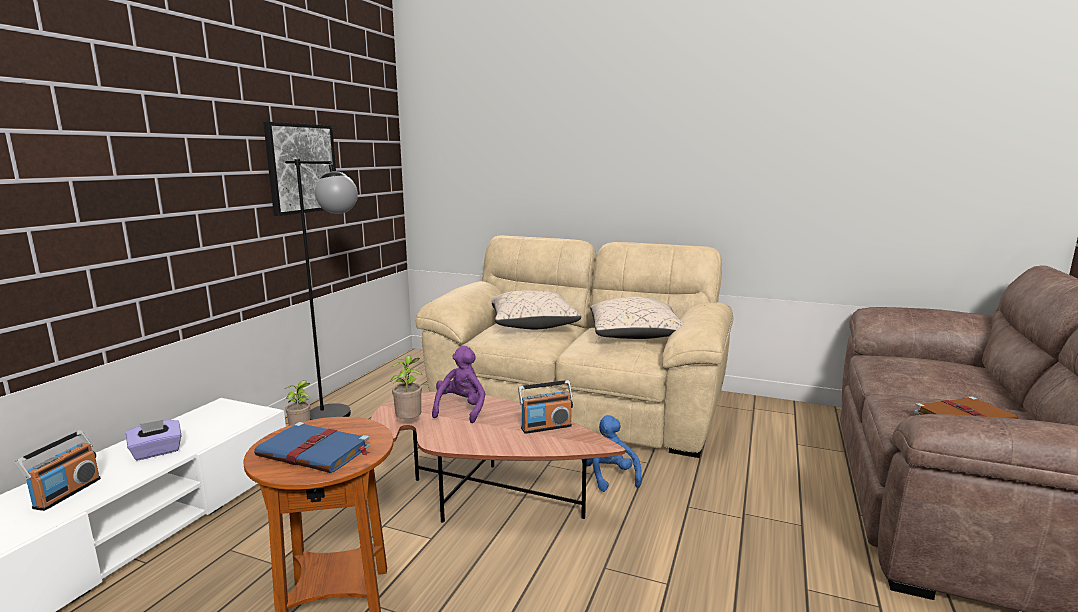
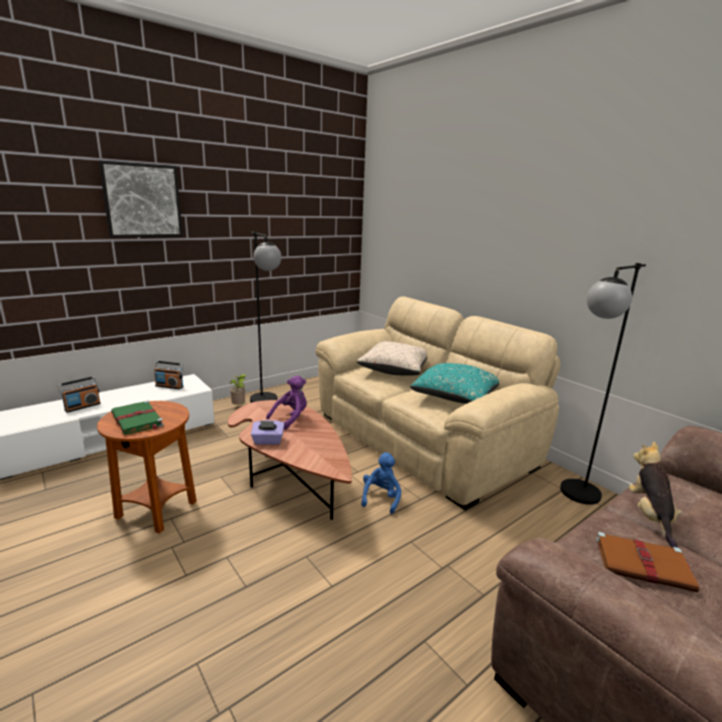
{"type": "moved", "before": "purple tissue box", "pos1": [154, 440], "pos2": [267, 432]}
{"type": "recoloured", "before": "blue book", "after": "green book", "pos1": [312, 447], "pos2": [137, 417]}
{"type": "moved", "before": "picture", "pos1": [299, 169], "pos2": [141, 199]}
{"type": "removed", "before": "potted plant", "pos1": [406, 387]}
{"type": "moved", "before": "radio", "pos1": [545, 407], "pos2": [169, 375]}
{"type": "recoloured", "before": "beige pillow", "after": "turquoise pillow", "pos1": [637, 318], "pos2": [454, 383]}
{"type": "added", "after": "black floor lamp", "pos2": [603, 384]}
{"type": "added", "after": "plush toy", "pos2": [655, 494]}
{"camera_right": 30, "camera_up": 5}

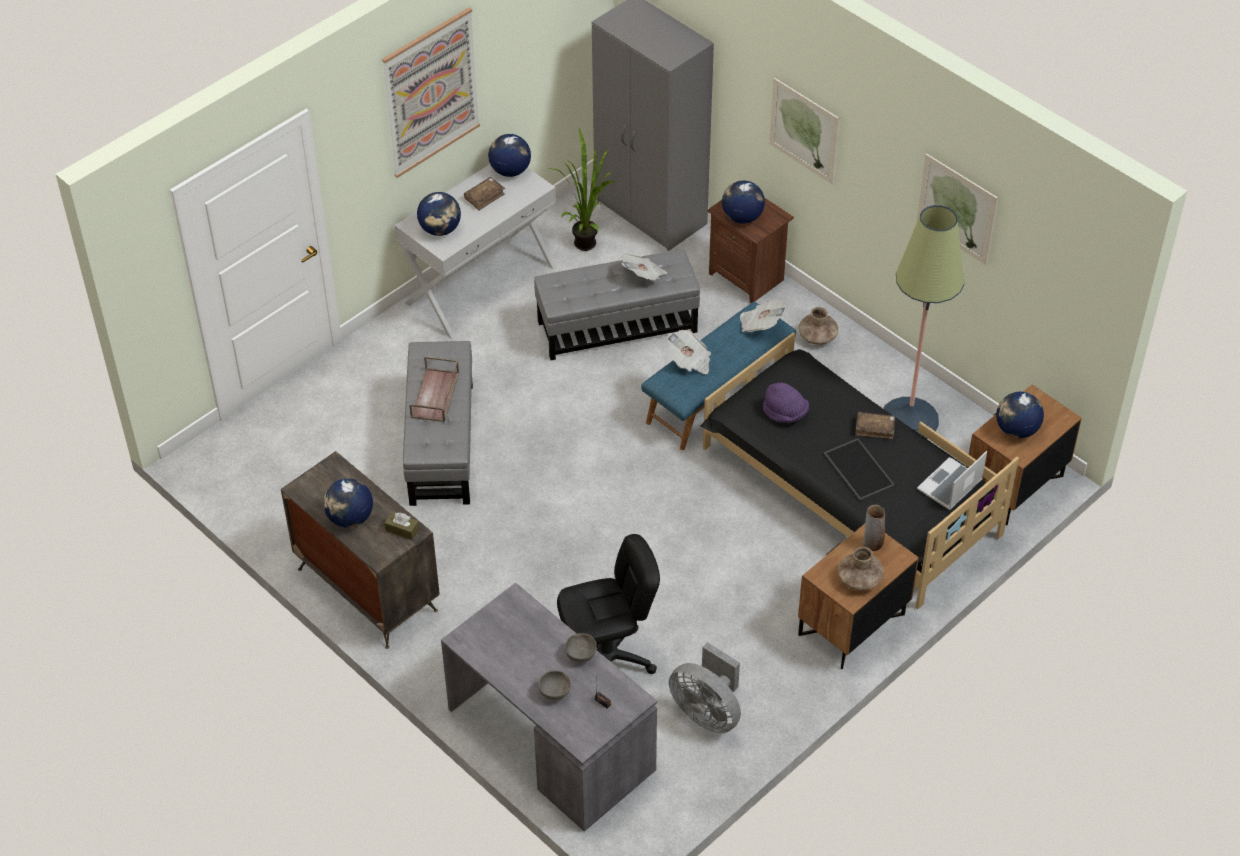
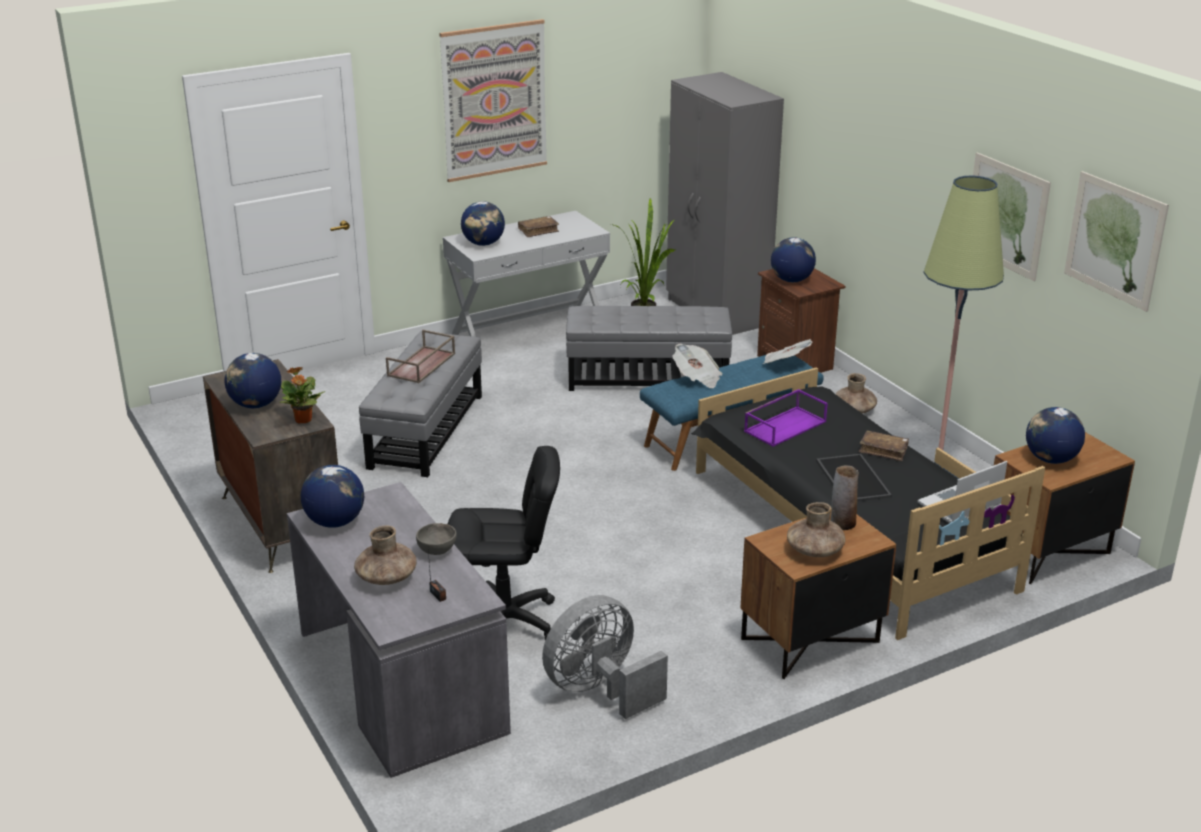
{"type": "replaced", "before": "brown tissue box", "after": "potted plant", "pos1": [402, 526], "pos2": [302, 395]}
{"type": "moved", "before": "globe", "pos1": [509, 155], "pos2": [332, 496]}
{"type": "replaced", "before": "grey bowl", "after": "brown vase", "pos1": [554, 685], "pos2": [385, 555]}
{"type": "removed", "before": "newspaper", "pos1": [644, 267]}
{"type": "turned", "before": "grey fan", "pos1": [705, 687], "pos2": [605, 657], "turn": 90}
{"type": "replaced", "before": "purple hat", "after": "purple tray", "pos1": [786, 402], "pos2": [786, 418]}
{"type": "moved", "before": "picture", "pos1": [804, 131], "pos2": [1116, 241]}
{"camera_right": 15, "camera_up": -20}

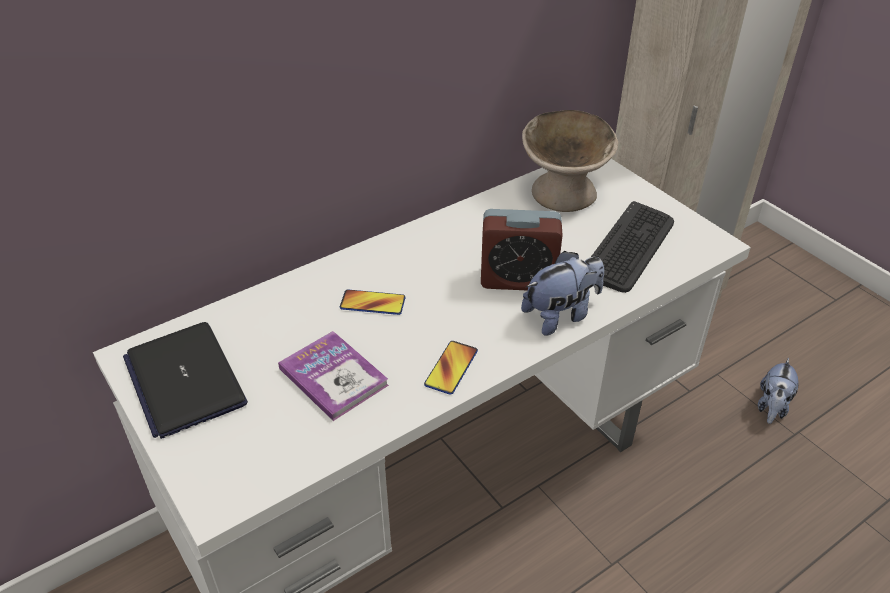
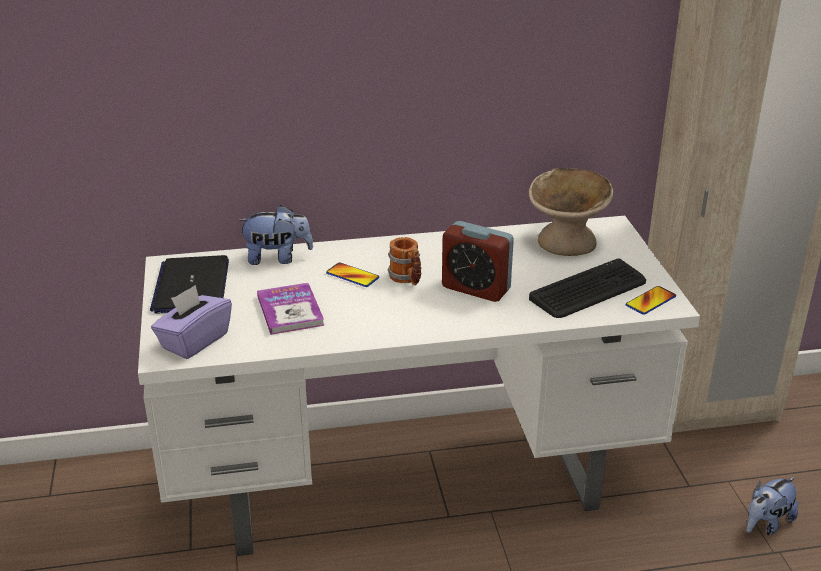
{"type": "moved", "before": "phone", "pos1": [451, 368], "pos2": [651, 300]}
{"type": "moved", "before": "plush toy", "pos1": [562, 293], "pos2": [275, 235]}
{"type": "added", "after": "purple tissue box", "pos2": [191, 322]}
{"type": "added", "after": "mug", "pos2": [405, 261]}
{"camera_right": 25, "camera_up": -10}

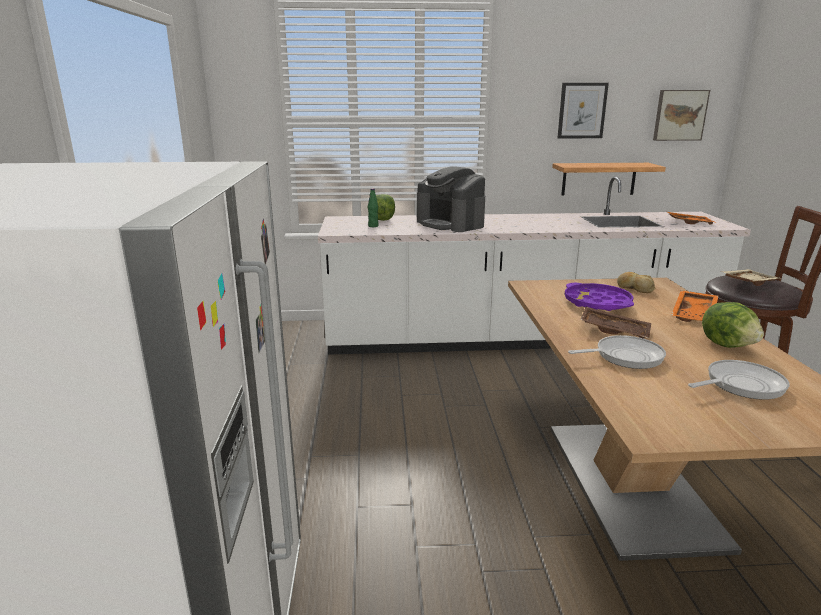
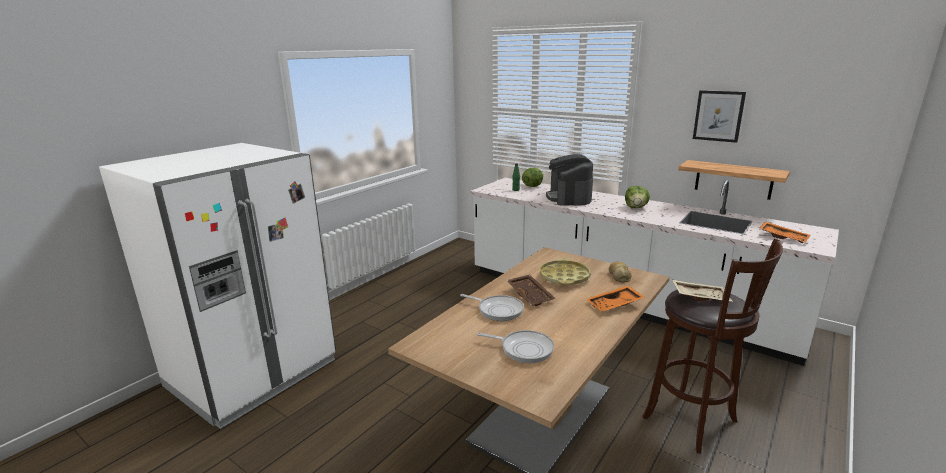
{"type": "recoloured", "before": "purple tray", "after": "yellow tray", "pos1": [599, 297], "pos2": [565, 271]}
{"type": "removed", "before": "picture", "pos1": [681, 115]}
{"type": "moved", "before": "lettuce", "pos1": [733, 325], "pos2": [637, 197]}
{"camera_right": 40, "camera_up": 0}

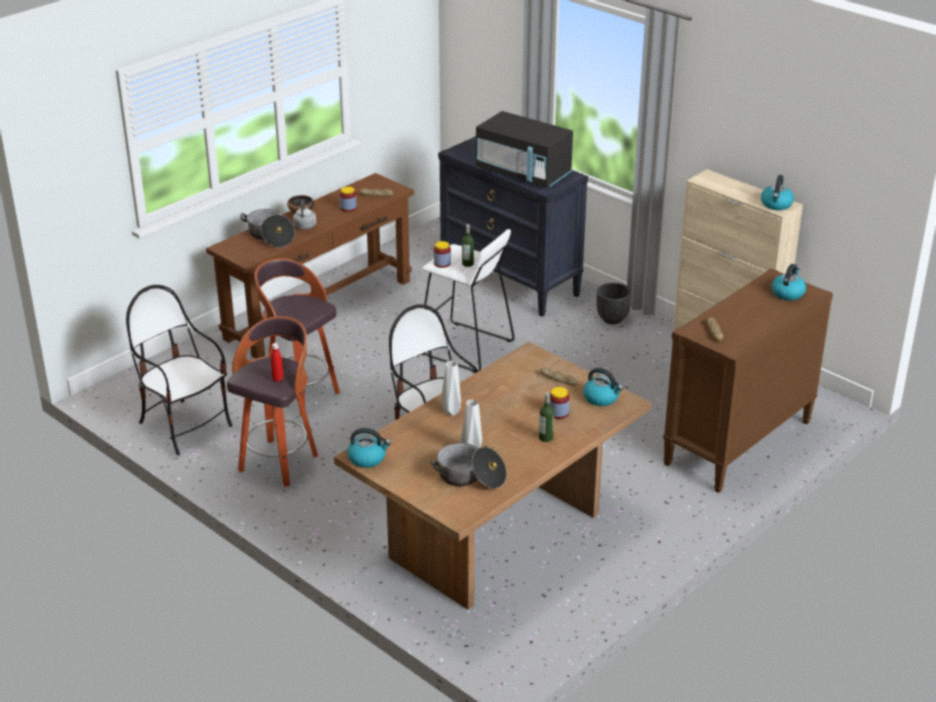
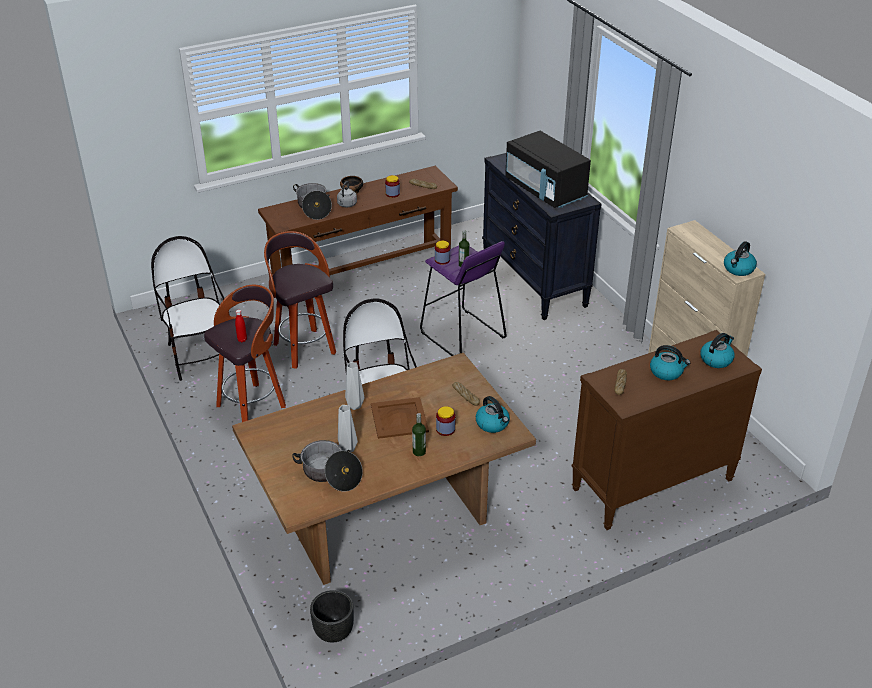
{"type": "moved", "before": "kettle", "pos1": [369, 448], "pos2": [670, 362]}
{"type": "recoloured", "before": "white stool", "after": "purple stool", "pos1": [468, 301], "pos2": [463, 298]}
{"type": "moved", "before": "black planter", "pos1": [614, 303], "pos2": [332, 616]}
{"type": "added", "after": "brown tray", "pos2": [400, 418]}
{"camera_right": 20, "camera_up": 5}

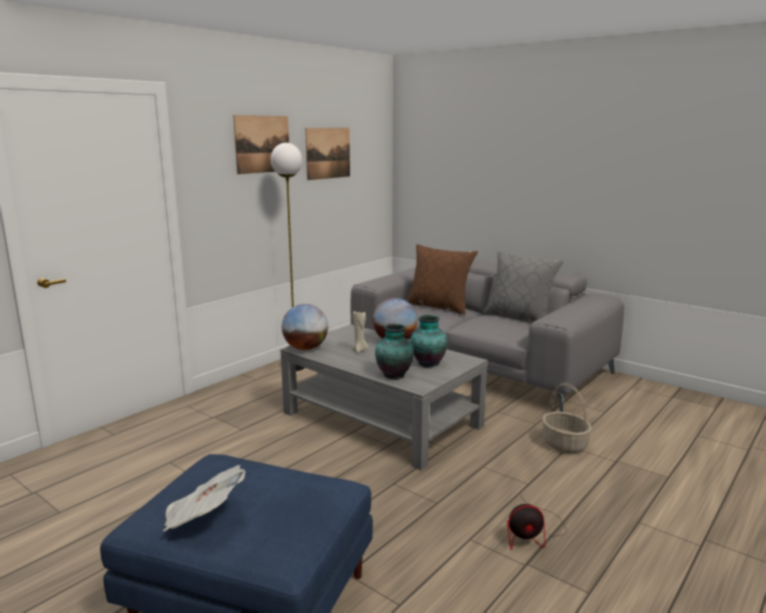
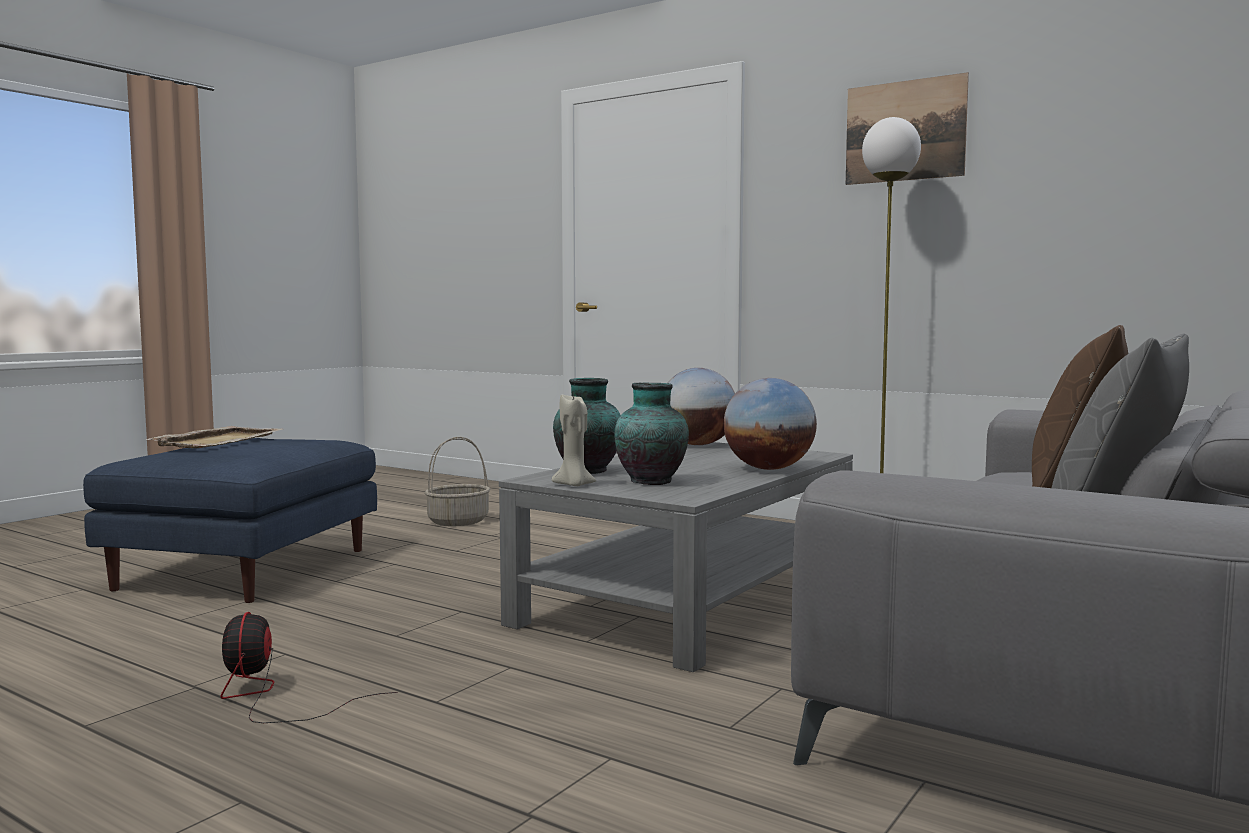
{"type": "replaced", "before": "newspaper", "after": "beige tray", "pos1": [204, 498], "pos2": [213, 437]}
{"type": "removed", "before": "picture", "pos1": [327, 154]}
{"type": "moved", "before": "beige candle", "pos1": [360, 331], "pos2": [574, 440]}
{"type": "moved", "before": "basket", "pos1": [567, 418], "pos2": [457, 481]}
{"camera_right": 85, "camera_up": -10}

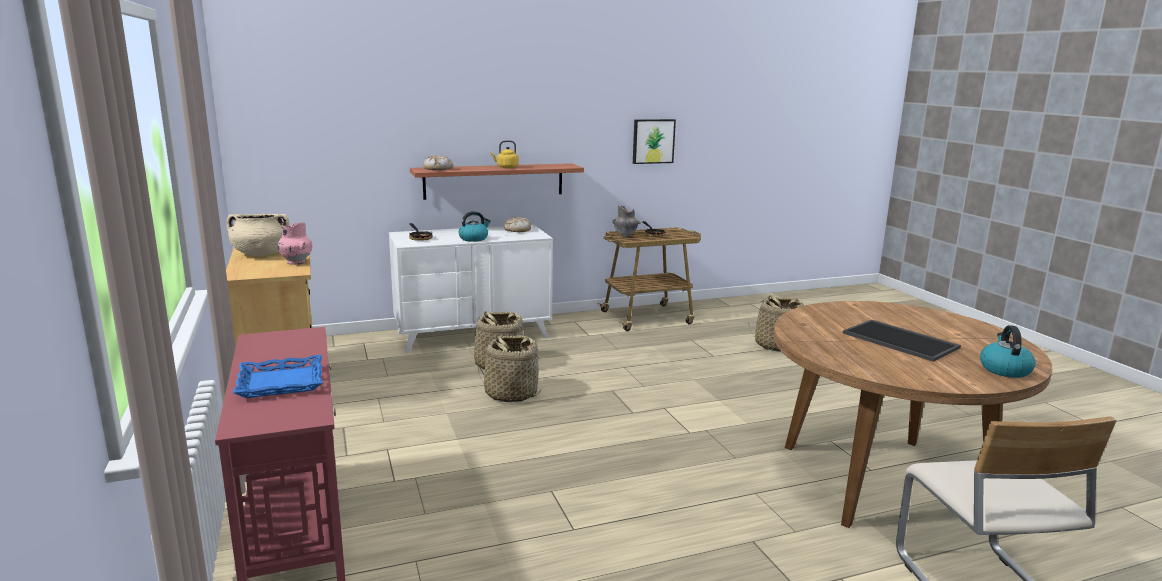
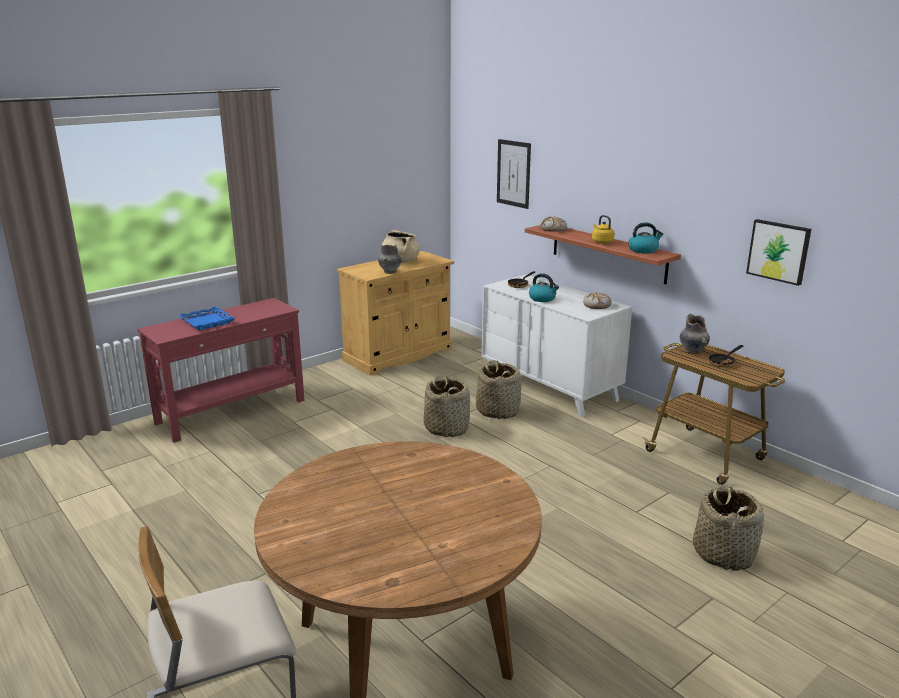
{"type": "recoloured", "before": "pink vase", "after": "grey vase", "pos1": [295, 243], "pos2": [389, 259]}
{"type": "removed", "before": "tray", "pos1": [902, 341]}
{"type": "moved", "before": "kettle", "pos1": [1008, 351], "pos2": [645, 237]}
{"type": "added", "after": "picture", "pos2": [514, 174]}
{"camera_right": 70, "camera_up": 5}

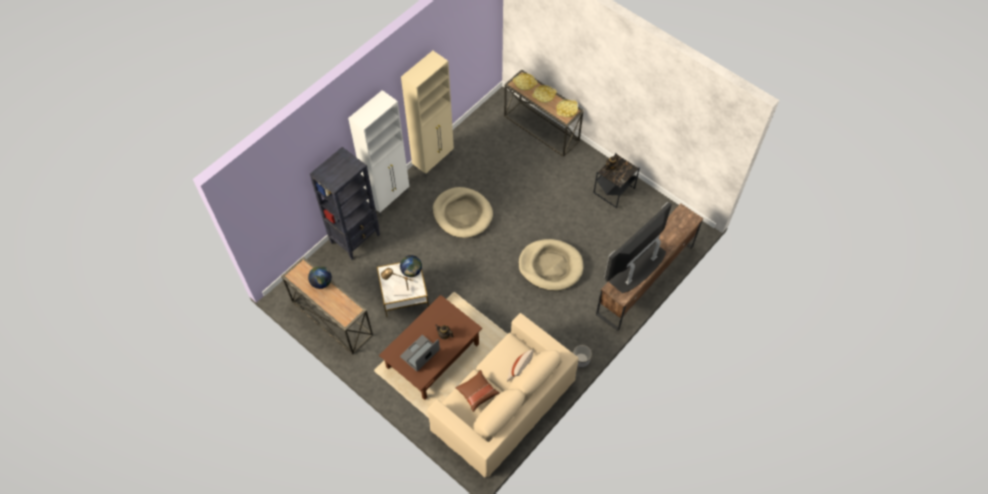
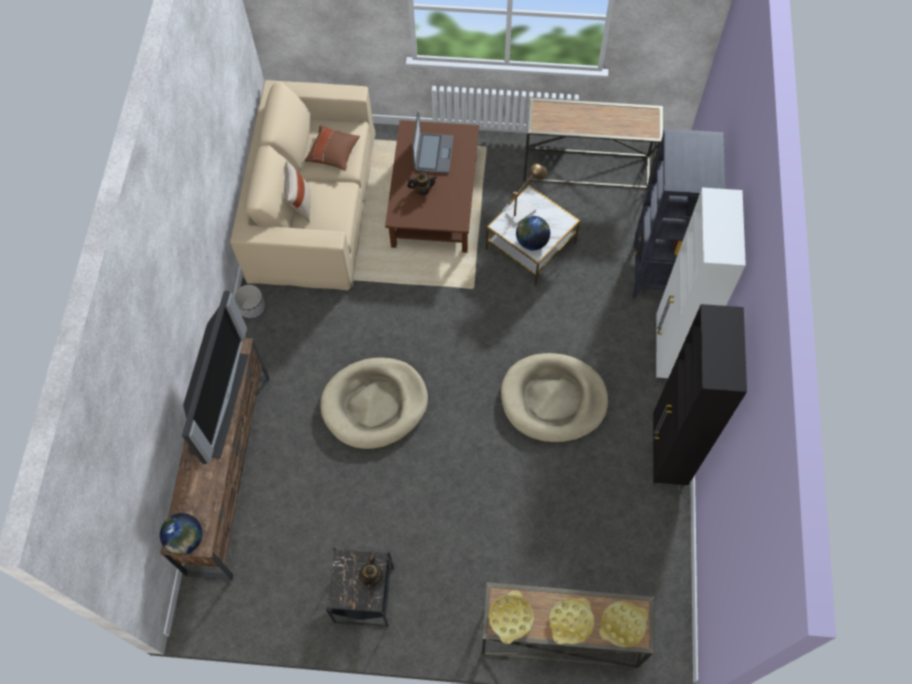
{"type": "moved", "before": "globe", "pos1": [320, 277], "pos2": [181, 534]}
{"type": "recoloured", "before": "beige cabinet", "after": "black cabinet", "pos1": [427, 114], "pos2": [700, 396]}
{"camera_right": 145, "camera_up": 5}

